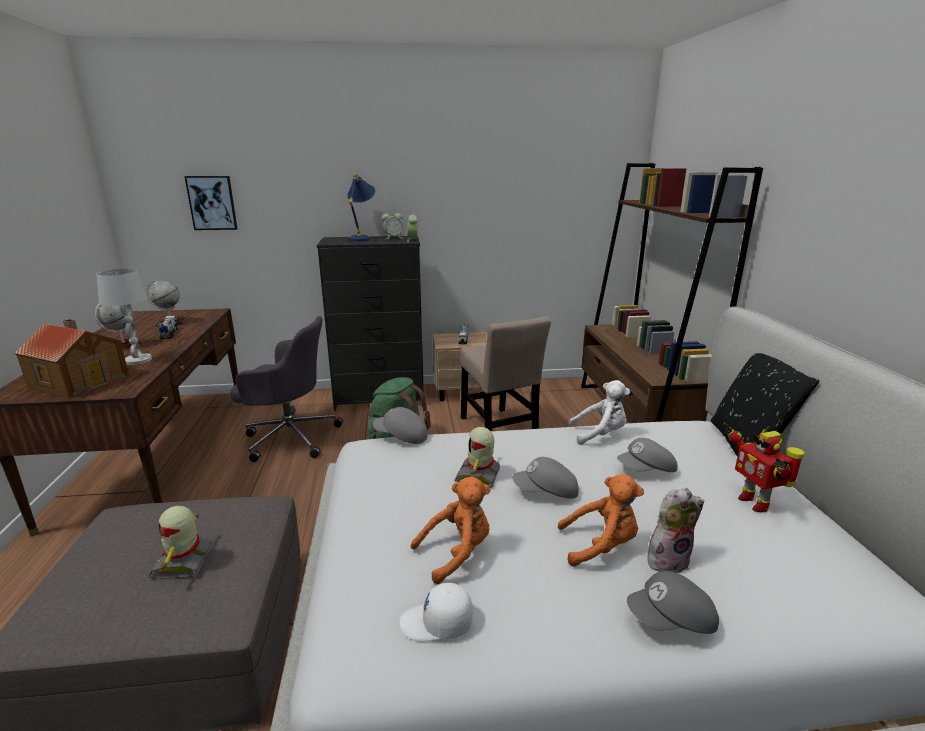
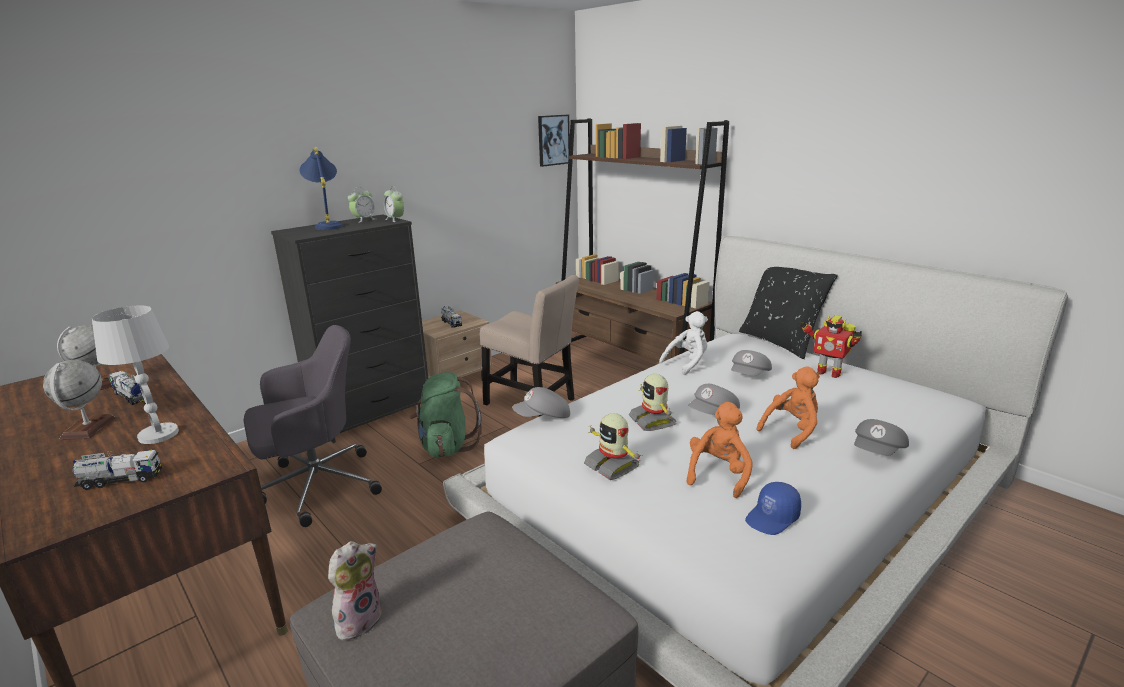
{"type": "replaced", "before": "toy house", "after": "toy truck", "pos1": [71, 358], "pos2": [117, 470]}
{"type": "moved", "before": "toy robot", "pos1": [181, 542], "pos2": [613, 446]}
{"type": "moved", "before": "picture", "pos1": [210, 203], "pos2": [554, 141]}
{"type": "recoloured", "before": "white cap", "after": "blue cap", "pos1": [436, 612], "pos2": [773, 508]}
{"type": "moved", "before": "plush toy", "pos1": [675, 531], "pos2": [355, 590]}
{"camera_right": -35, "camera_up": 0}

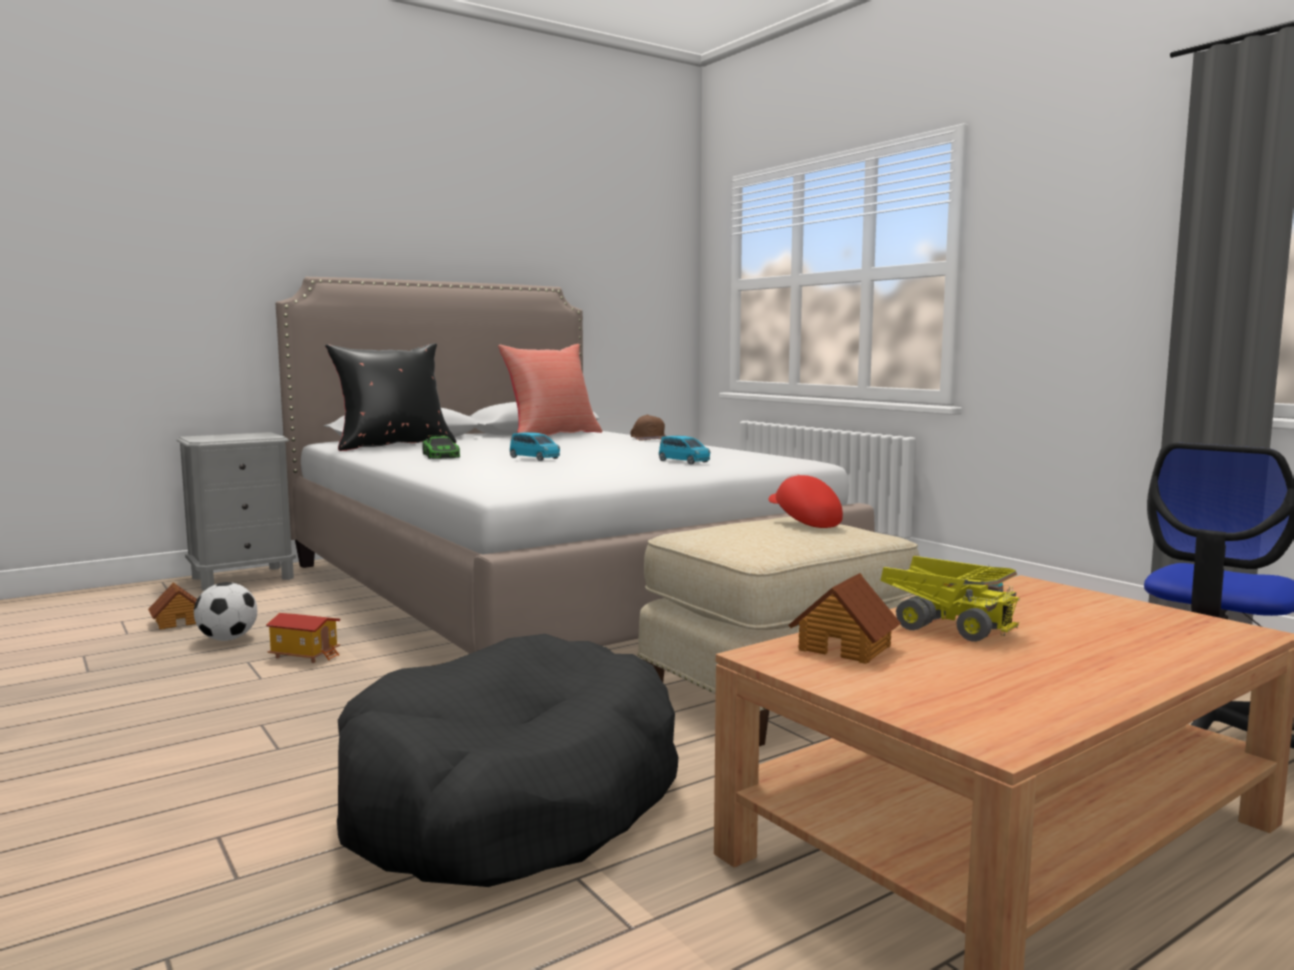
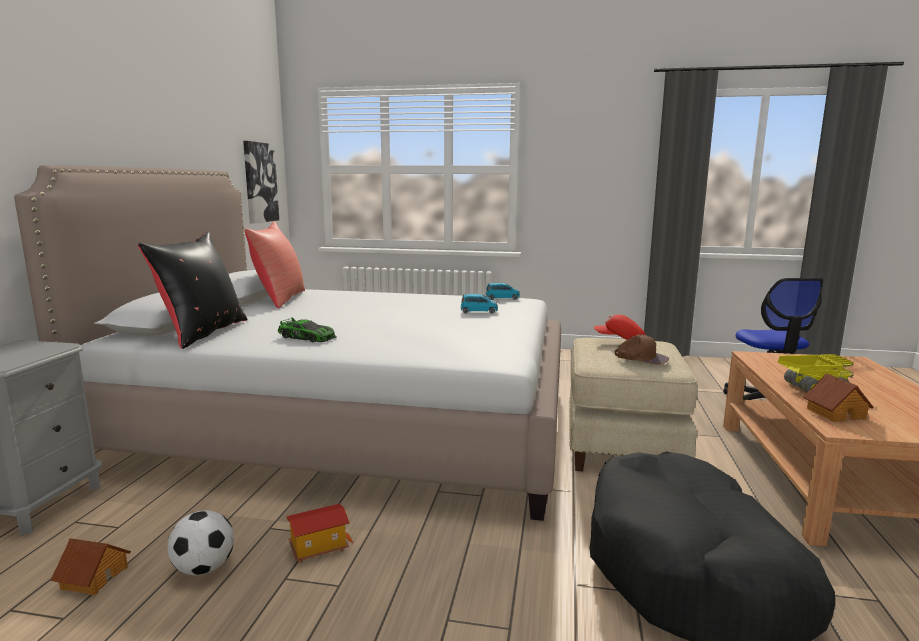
{"type": "moved", "before": "blue toy car", "pos1": [535, 446], "pos2": [503, 291]}
{"type": "moved", "before": "brown cap", "pos1": [648, 427], "pos2": [641, 349]}
{"type": "added", "after": "picture", "pos2": [261, 182]}
{"camera_right": -45, "camera_up": 5}

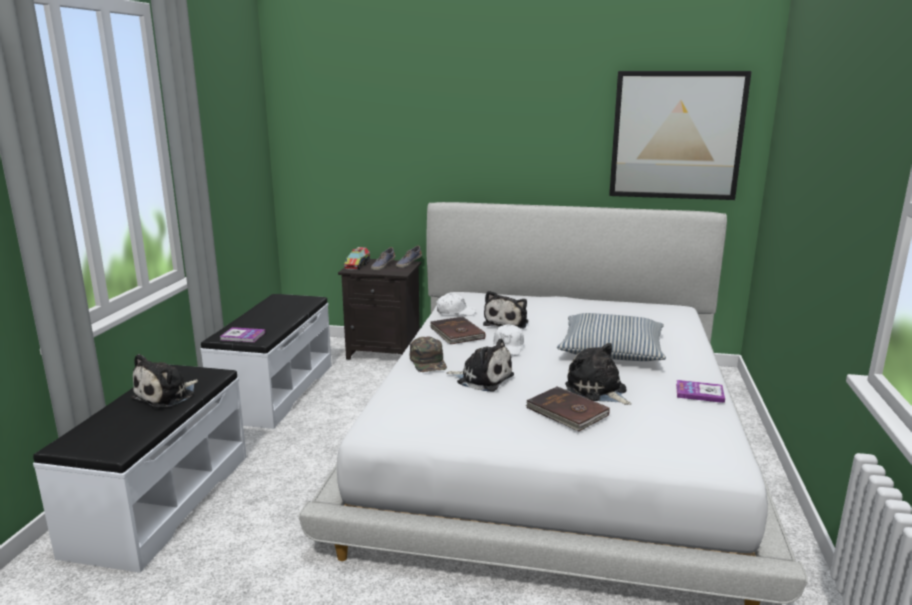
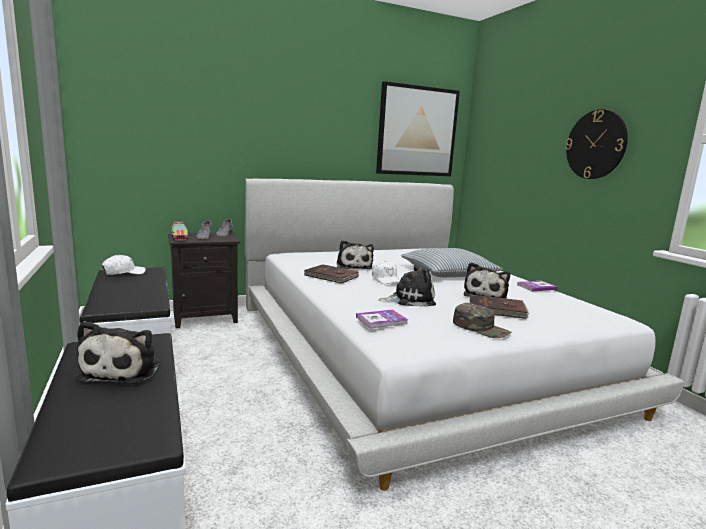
{"type": "moved", "before": "book", "pos1": [243, 334], "pos2": [382, 319]}
{"type": "moved", "before": "green cap", "pos1": [428, 354], "pos2": [482, 320]}
{"type": "moved", "before": "white cap", "pos1": [456, 304], "pos2": [124, 265]}
{"type": "turned", "before": "plush toy", "pos1": [598, 374], "pos2": [487, 280], "turn": -90}
{"type": "added", "after": "wall clock", "pos2": [596, 144]}
{"camera_right": -35, "camera_up": -5}

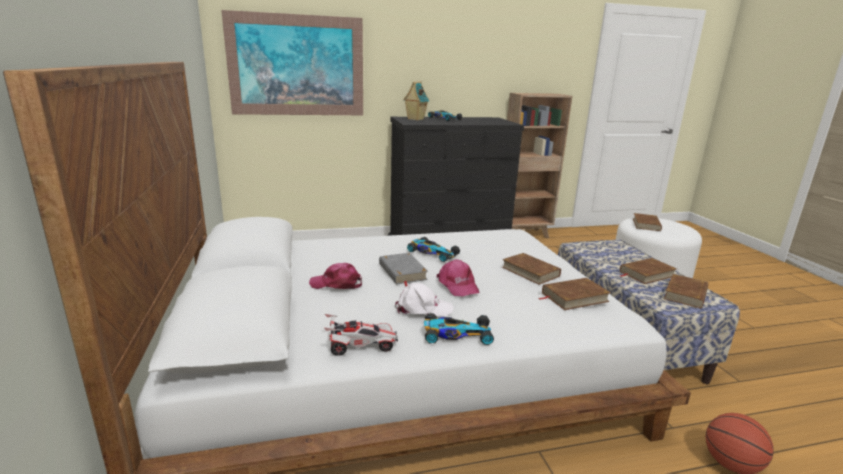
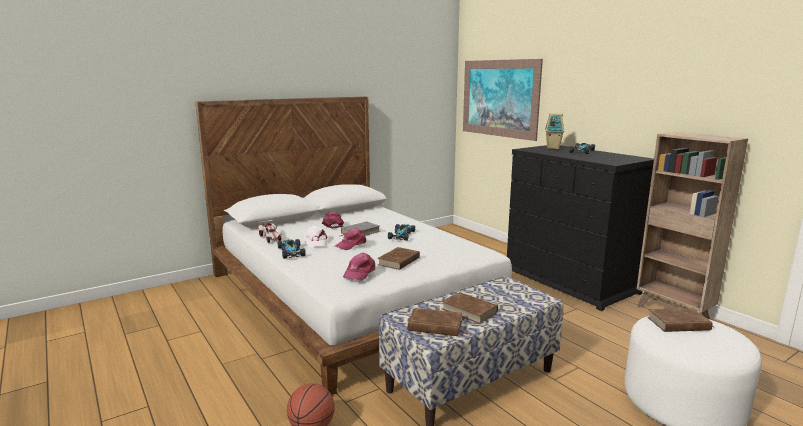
{"type": "replaced", "before": "brown book", "after": "pink cap", "pos1": [575, 294], "pos2": [359, 267]}
{"camera_right": 70, "camera_up": -5}

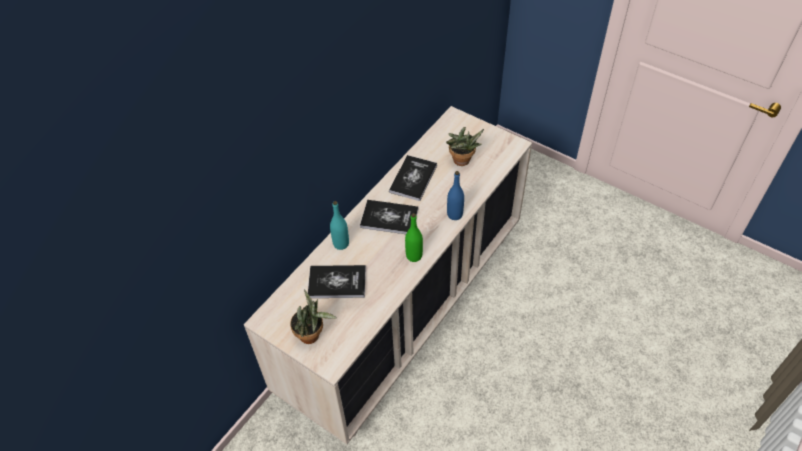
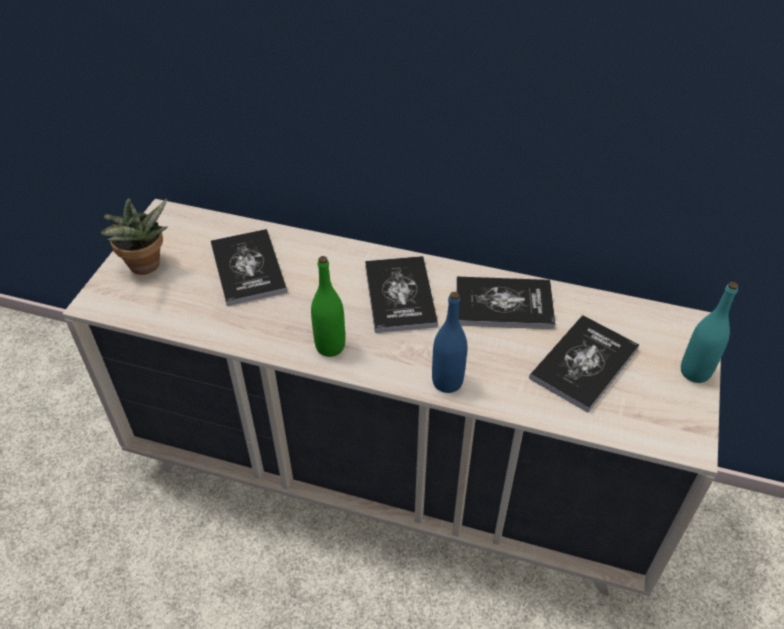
{"type": "moved", "before": "turquoise bottle", "pos1": [339, 225], "pos2": [709, 332]}
{"type": "replaced", "before": "potted plant", "after": "book", "pos1": [465, 146], "pos2": [584, 364]}
{"camera_right": 70, "camera_up": -5}

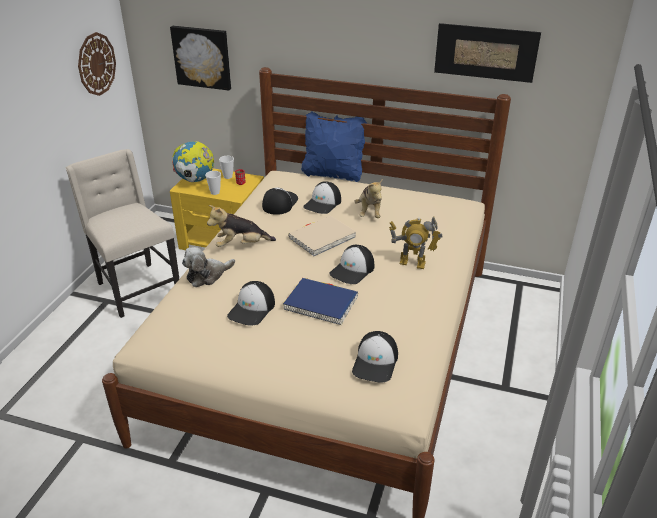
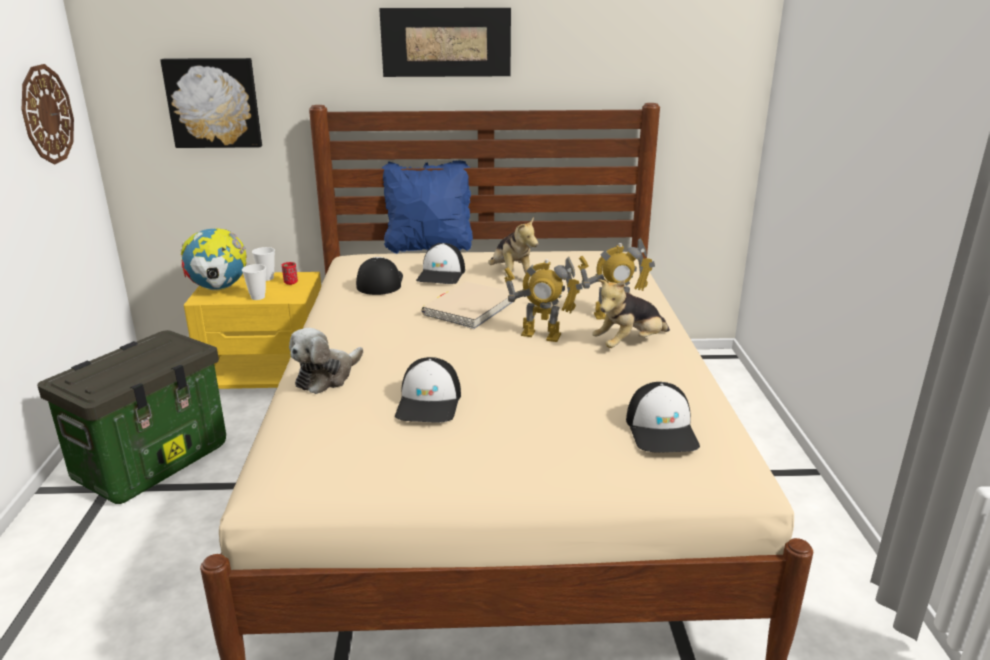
{"type": "replaced", "before": "beige chair", "after": "storage box", "pos1": [122, 233], "pos2": [131, 417]}
{"type": "moved", "before": "plush toy", "pos1": [241, 226], "pos2": [631, 313]}
{"type": "removed", "before": "blue book", "pos1": [320, 301]}
{"type": "replaced", "before": "cap", "after": "toy robot", "pos1": [351, 264], "pos2": [543, 299]}
{"type": "moved", "before": "picture", "pos1": [487, 53], "pos2": [445, 42]}
{"camera_right": -20, "camera_up": -10}

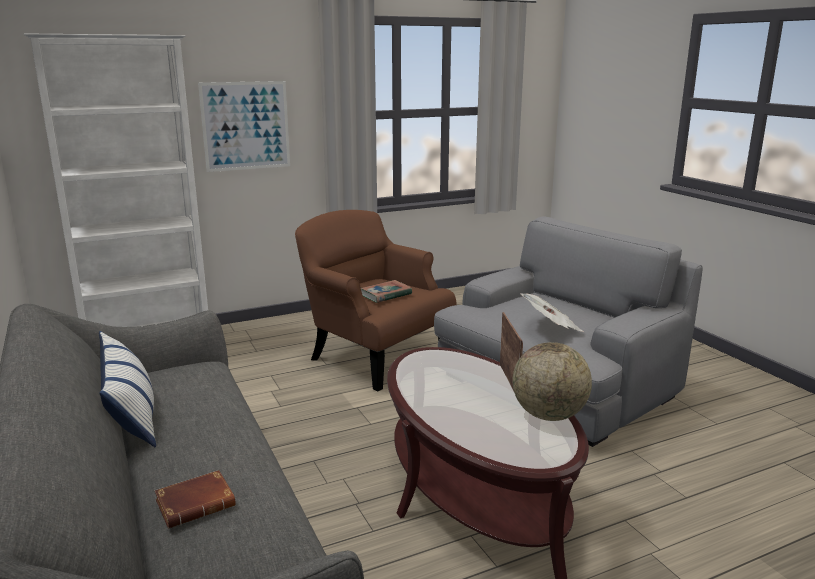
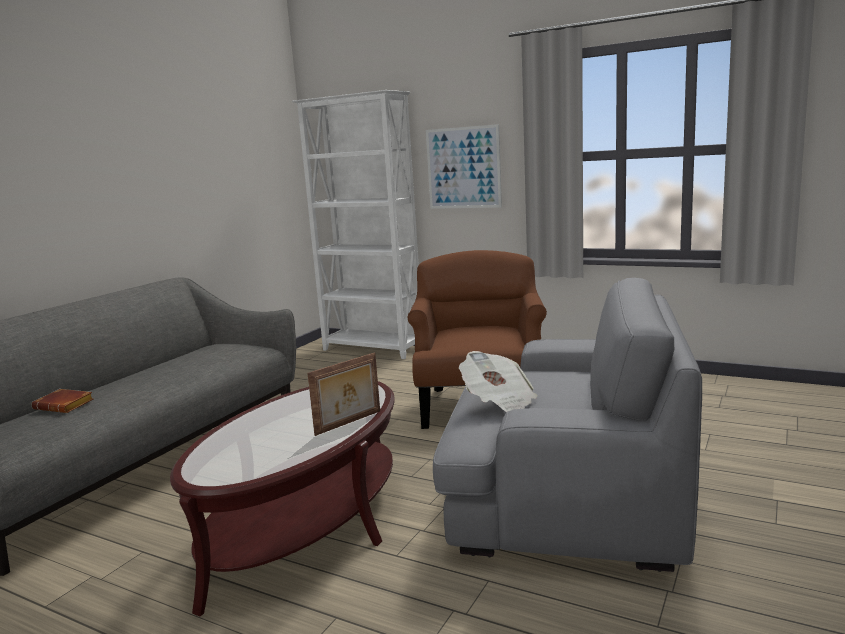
{"type": "removed", "before": "pillow", "pos1": [127, 389]}
{"type": "removed", "before": "book", "pos1": [386, 291]}
{"type": "removed", "before": "globe", "pos1": [552, 381]}
{"camera_right": 55, "camera_up": -5}

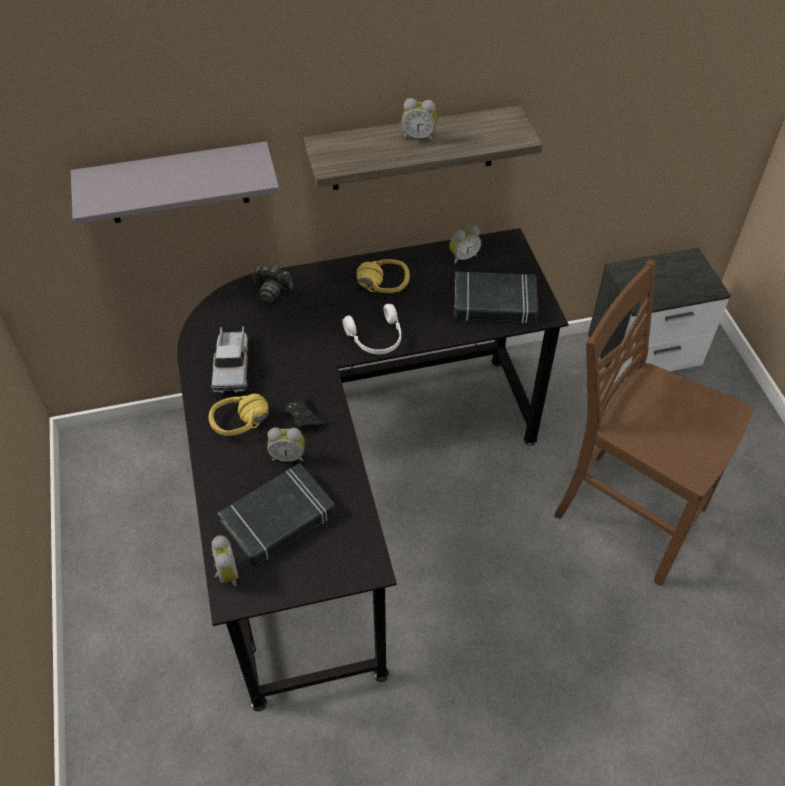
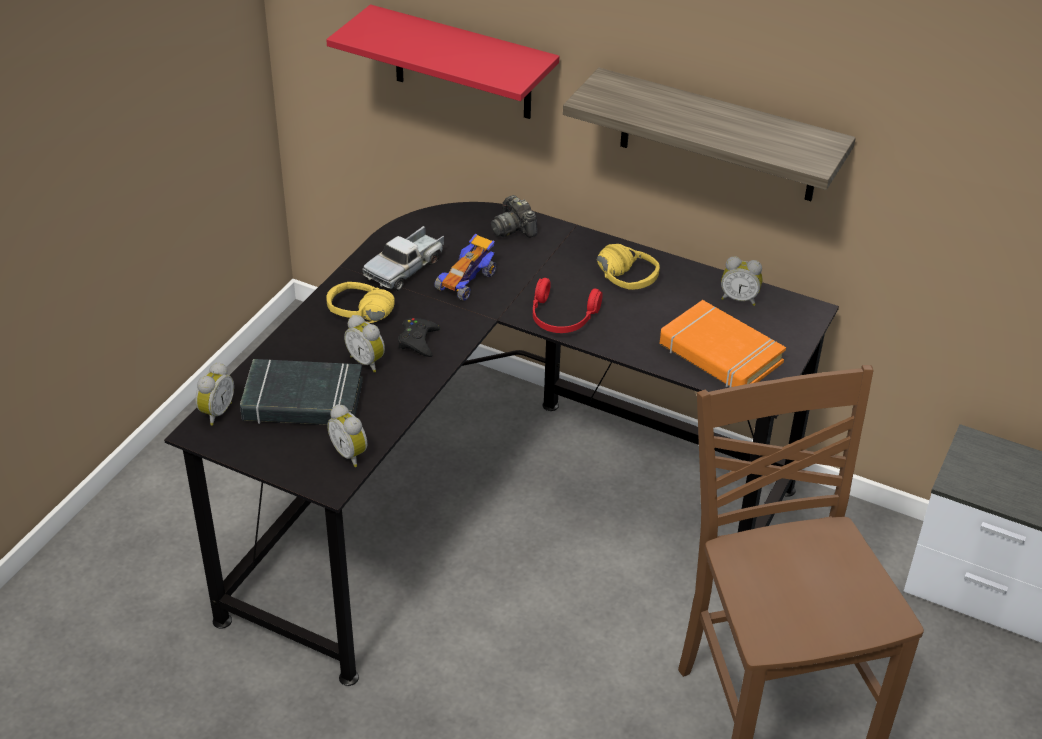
{"type": "recoloured", "before": "grey shelf", "after": "red shelf", "pos1": [175, 182], "pos2": [442, 62]}
{"type": "recoloured", "before": "white headphones", "after": "red headphones", "pos1": [372, 329], "pos2": [568, 305]}
{"type": "moved", "before": "alarm clock", "pos1": [419, 120], "pos2": [347, 435]}
{"type": "recoloured", "before": "black book", "after": "orange book", "pos1": [496, 297], "pos2": [723, 344]}
{"type": "added", "after": "toy car", "pos2": [465, 267]}
{"camera_right": 40, "camera_up": -10}

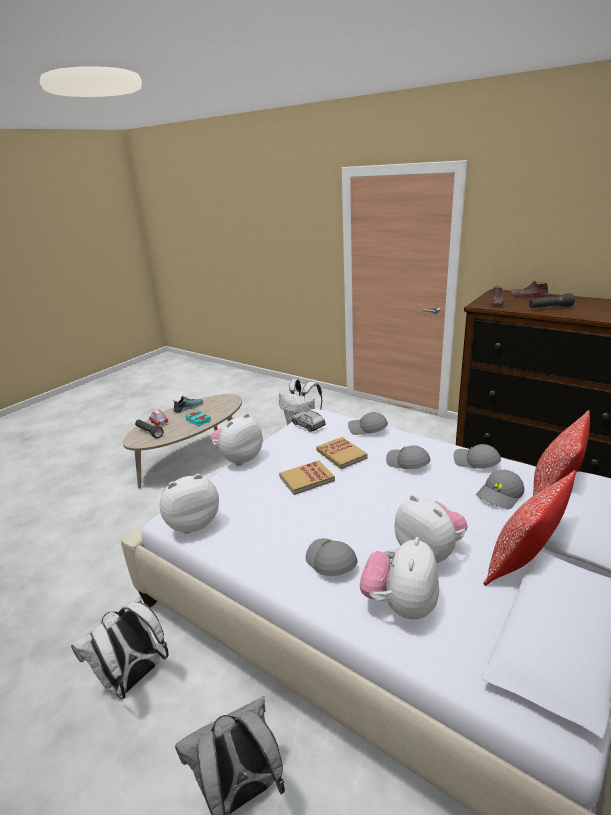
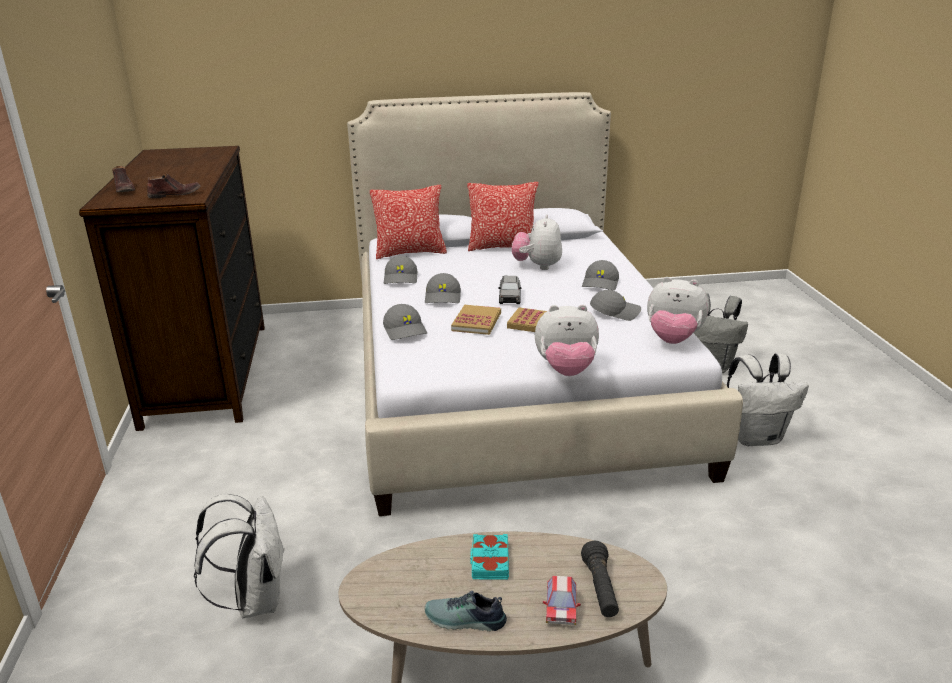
{"type": "moved", "before": "grey toy car", "pos1": [309, 421], "pos2": [509, 290]}
{"type": "removed", "before": "plush toy", "pos1": [399, 578]}
{"type": "moved", "before": "grey cap", "pos1": [500, 490], "pos2": [615, 305]}
{"type": "removed", "before": "black flashlight", "pos1": [552, 300]}
{"camera_right": -135, "camera_up": 0}

